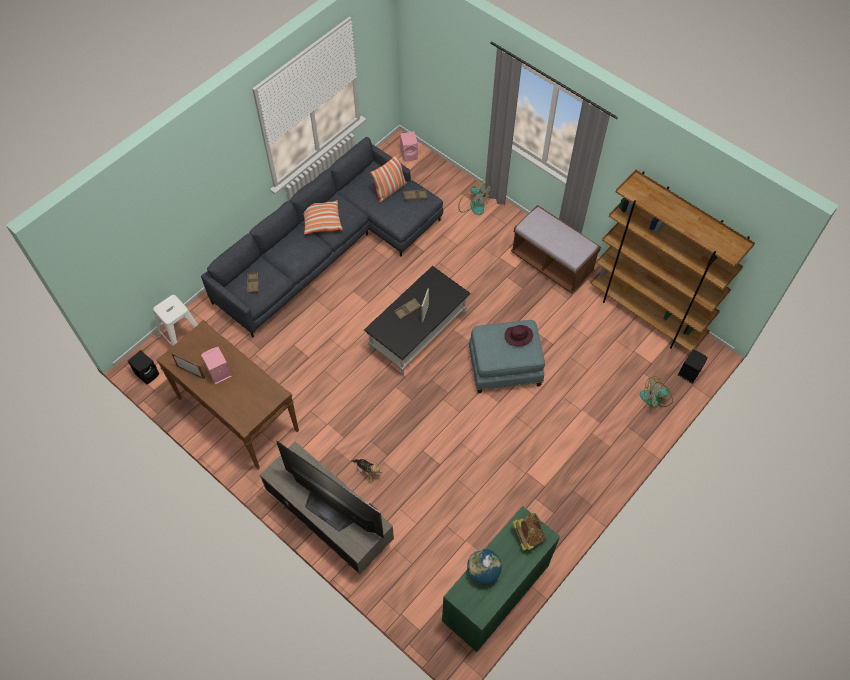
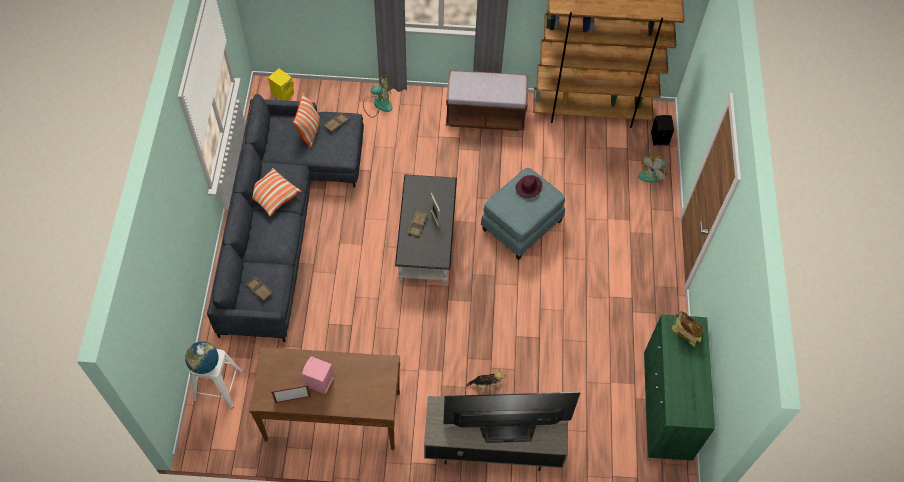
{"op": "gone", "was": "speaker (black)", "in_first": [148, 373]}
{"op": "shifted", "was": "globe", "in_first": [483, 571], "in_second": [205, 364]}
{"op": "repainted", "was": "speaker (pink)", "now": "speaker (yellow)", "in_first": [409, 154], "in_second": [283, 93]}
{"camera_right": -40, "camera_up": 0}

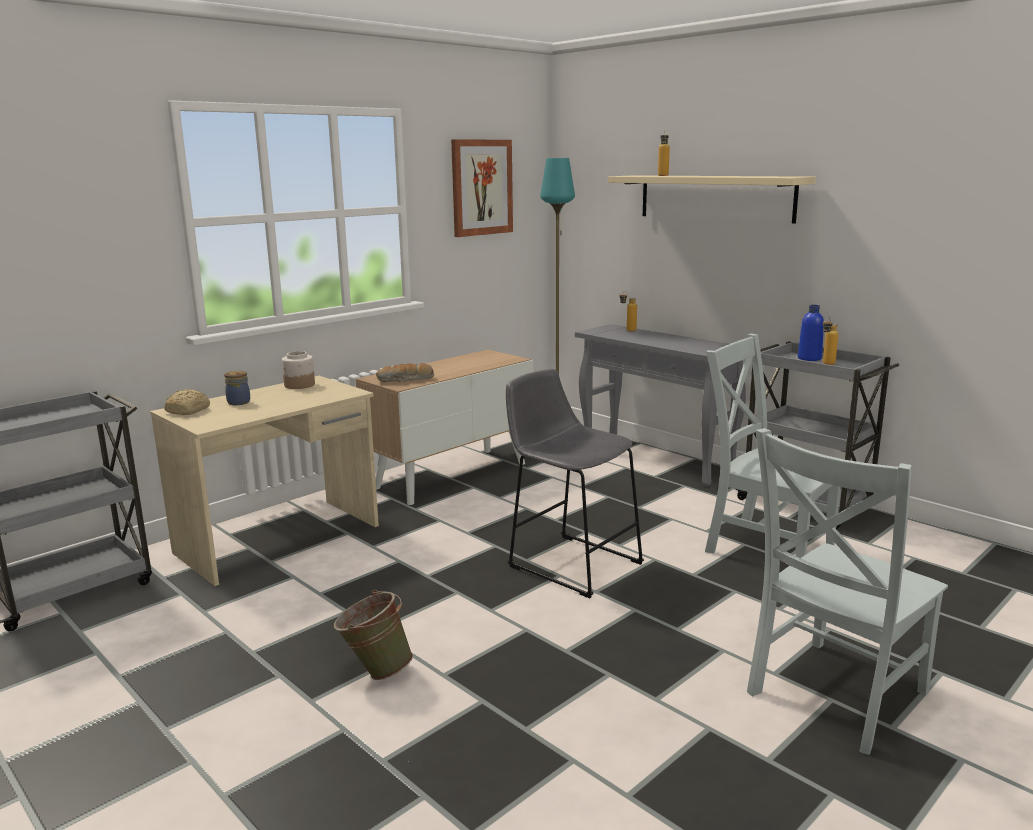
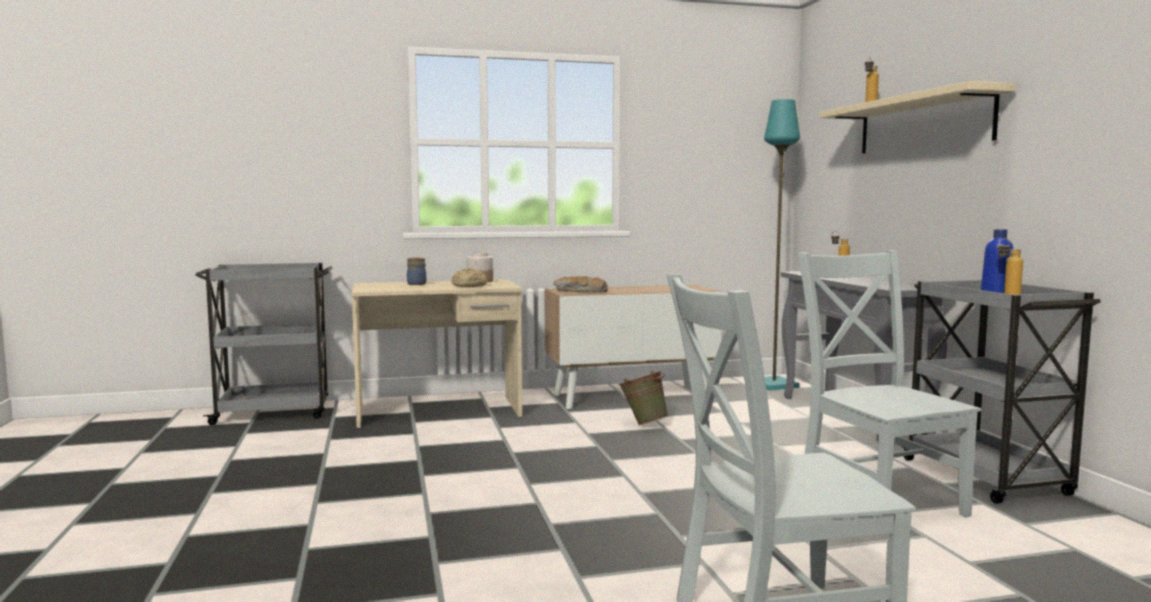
{"op": "gone", "was": "picture", "in_first": [481, 187]}
{"op": "gone", "was": "stool (grey)", "in_first": [570, 562]}
{"op": "shifted", "was": "bread", "in_first": [189, 410], "in_second": [470, 286]}
{"op": "shifted", "was": "bucket (green)", "in_first": [375, 670], "in_second": [643, 424]}
{"camera_right": 30, "camera_up": -10}

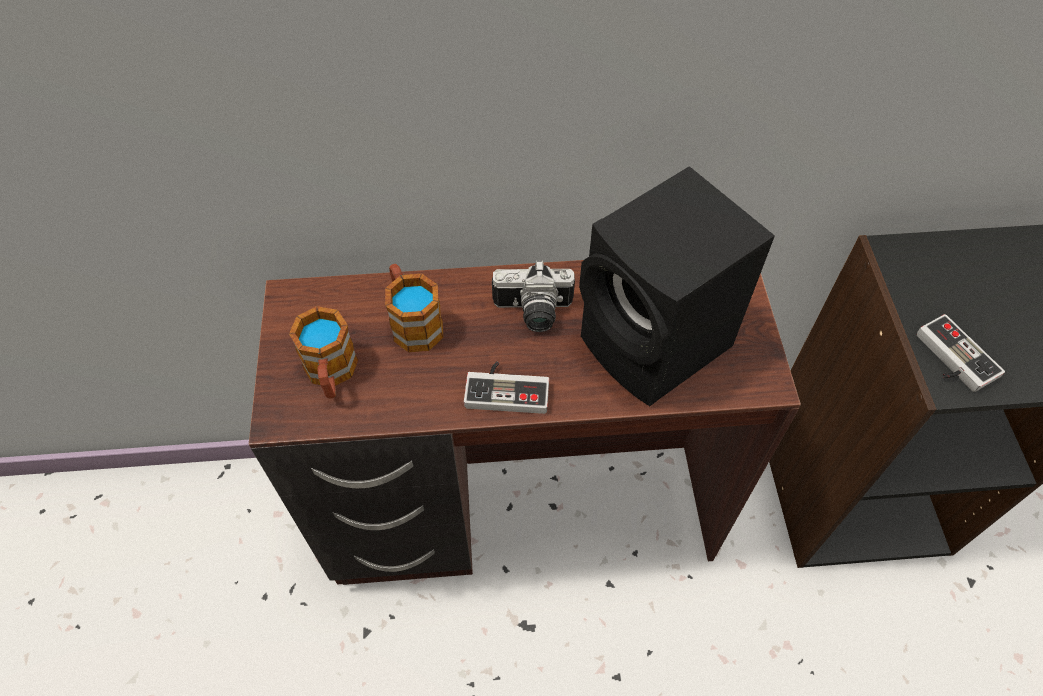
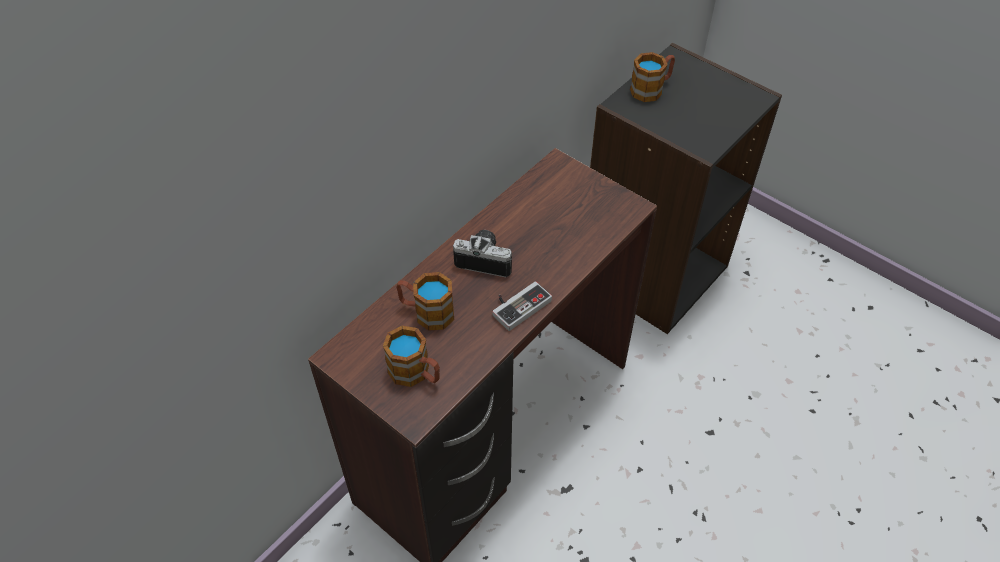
{"op": "gone", "was": "speaker (black)", "in_first": [657, 346]}
{"op": "gone", "was": "game controller", "in_first": [950, 359]}
{"op": "new", "now": "mug", "in_second": [651, 89]}
{"op": "rotated", "was": "photo camera", "in_first": [533, 313], "in_second": [485, 259], "clockwise": -120}
{"camera_right": -45, "camera_up": -5}

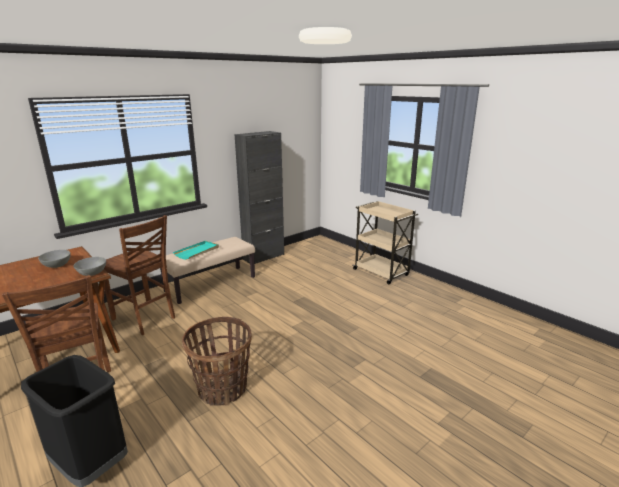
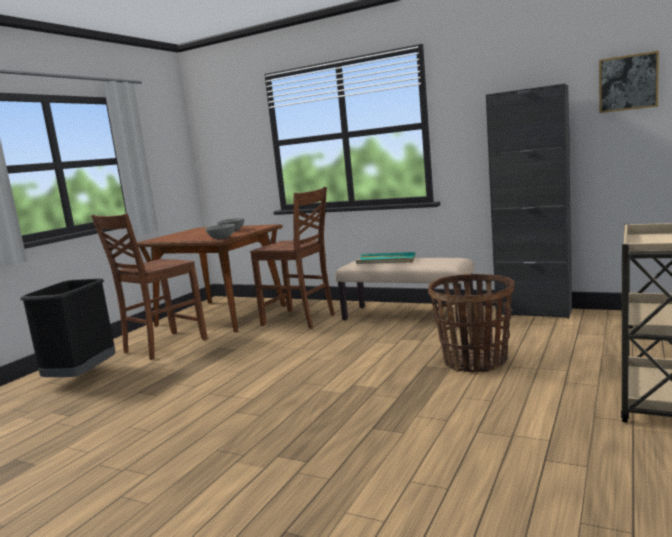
{"op": "new", "now": "picture", "in_second": [628, 83]}
{"op": "shifted", "was": "basket", "in_first": [222, 389], "in_second": [475, 361]}
{"op": "rotated", "was": "chair (brown)", "in_first": [145, 319], "in_second": [300, 320], "clockwise": -75}
{"camera_right": 70, "camera_up": -10}

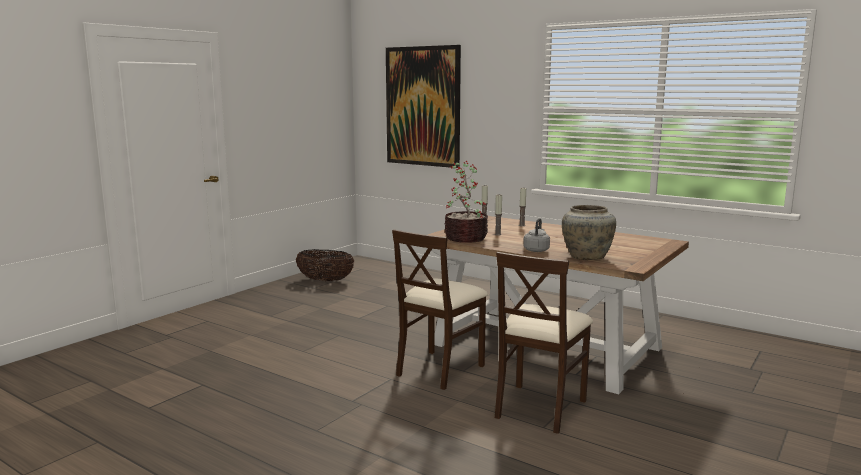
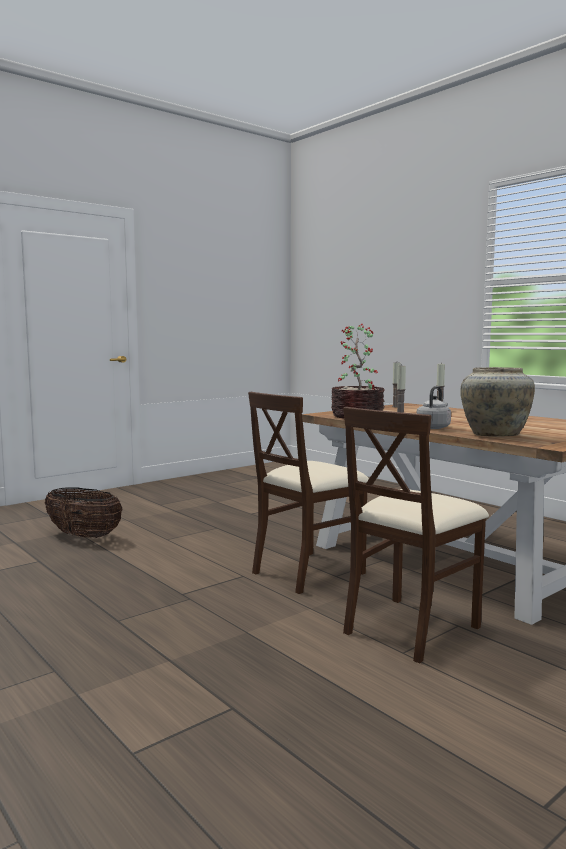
{"op": "gone", "was": "picture", "in_first": [422, 106]}
{"op": "shifted", "was": "basket", "in_first": [325, 280], "in_second": [84, 536]}
{"camera_right": 15, "camera_up": -5}

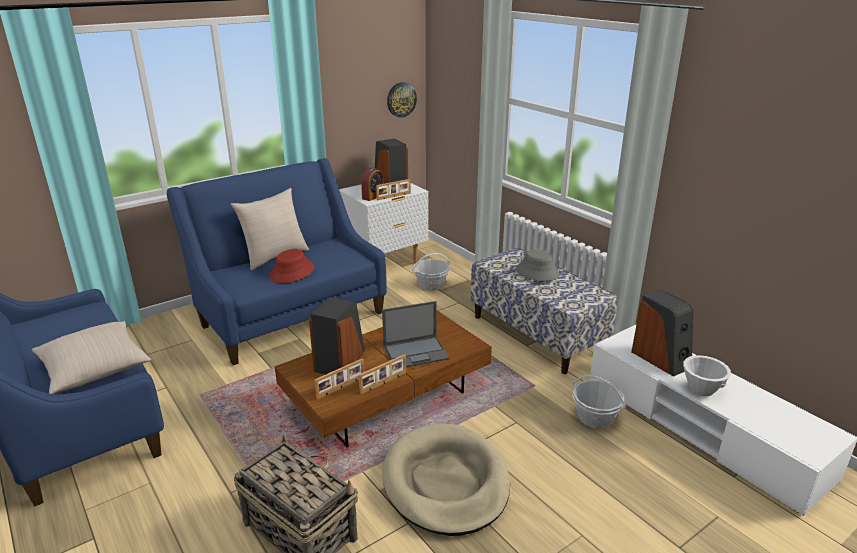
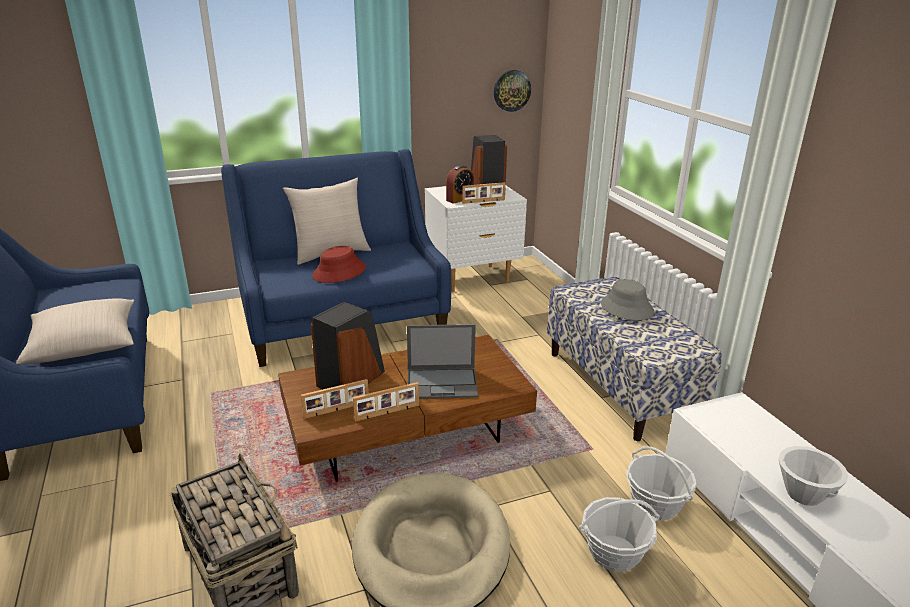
{"op": "gone", "was": "speaker", "in_first": [661, 359]}
{"op": "shifted", "was": "basket", "in_first": [431, 285], "in_second": [614, 553]}
{"camera_right": 15, "camera_up": 0}

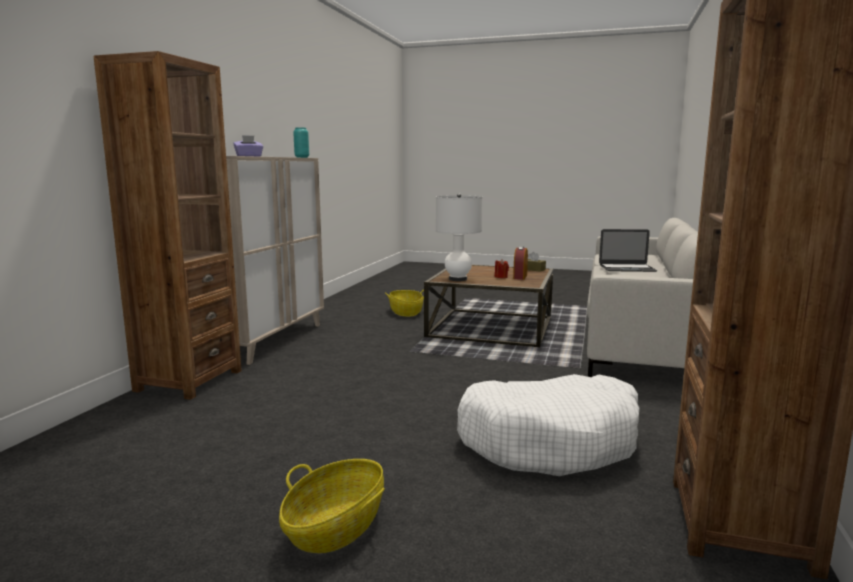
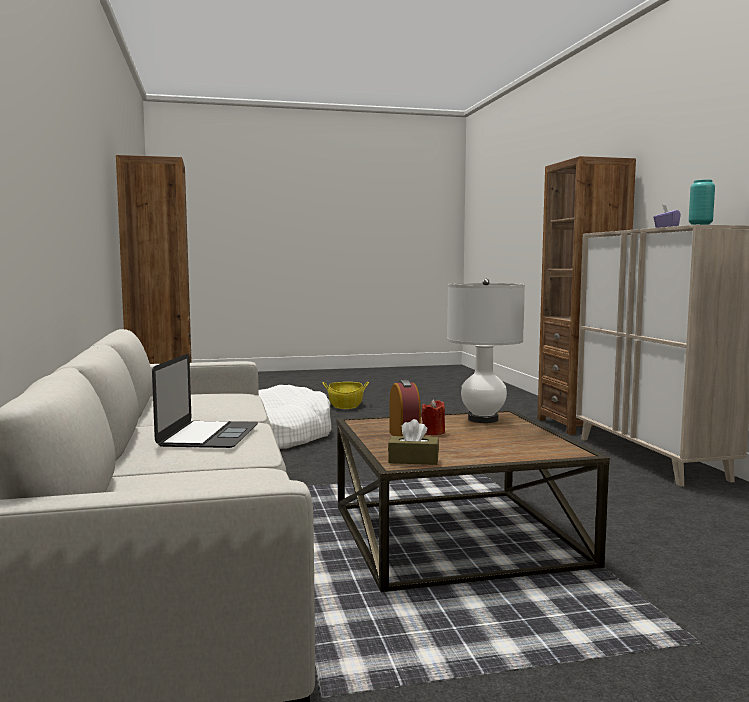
{"op": "gone", "was": "basket", "in_first": [406, 312]}
{"op": "rotated", "was": "laptop", "in_first": [627, 268], "in_second": [209, 435], "clockwise": 120}
{"camera_right": 150, "camera_up": -5}

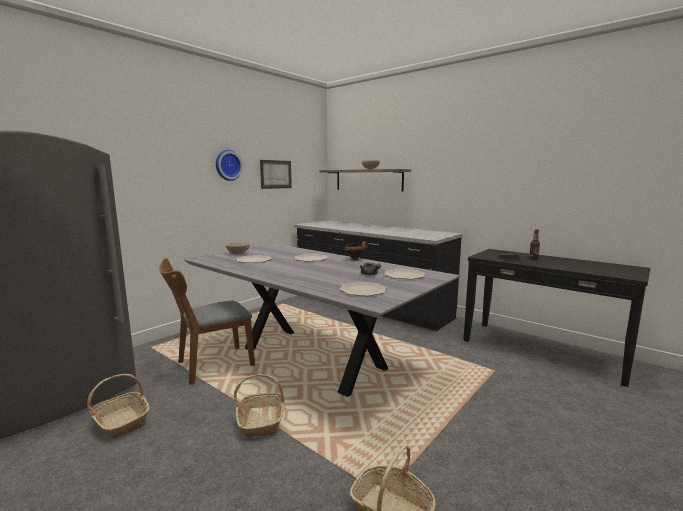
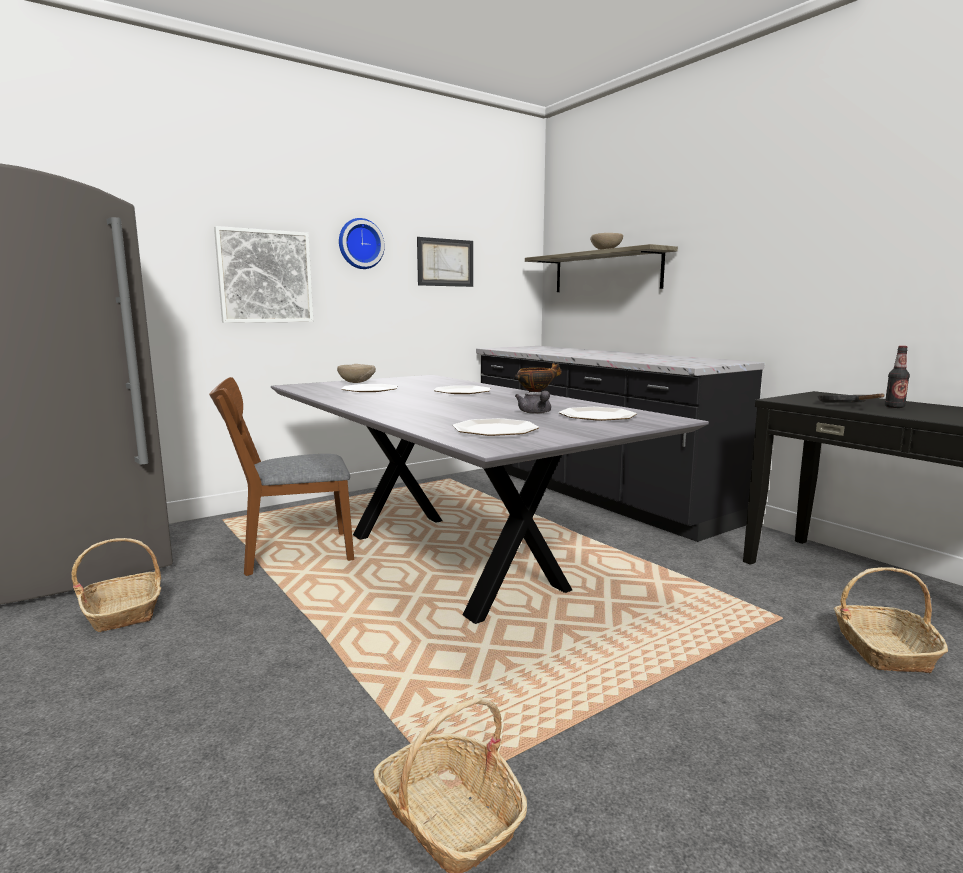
{"op": "new", "now": "picture", "in_second": [265, 276]}
{"op": "shifted", "was": "basket", "in_first": [261, 421], "in_second": [882, 649]}
{"camera_right": 15, "camera_up": 0}

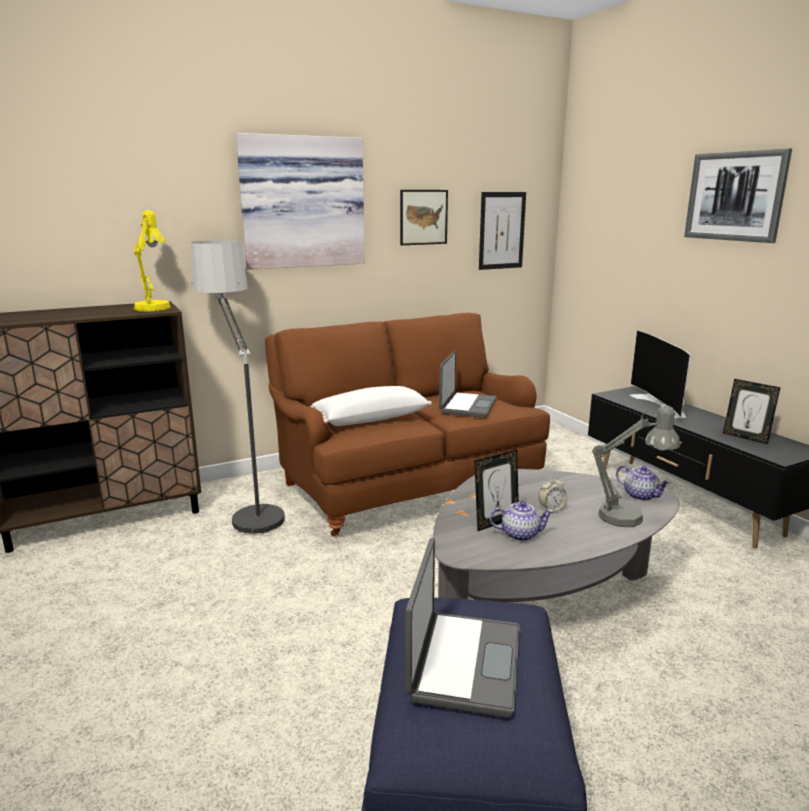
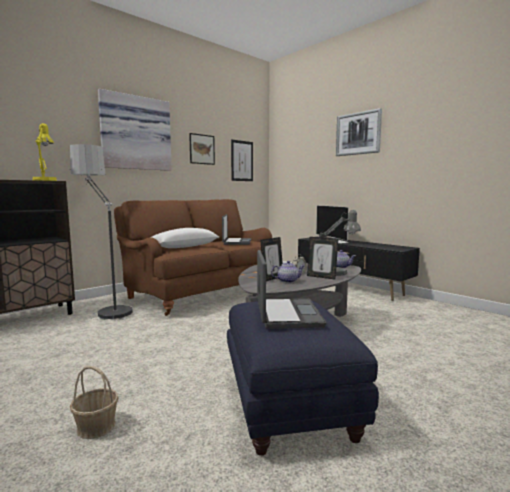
{"op": "new", "now": "basket", "in_second": [96, 426]}
{"op": "shifted", "was": "picture frame", "in_first": [745, 437], "in_second": [321, 277]}
{"camera_right": -15, "camera_up": -10}

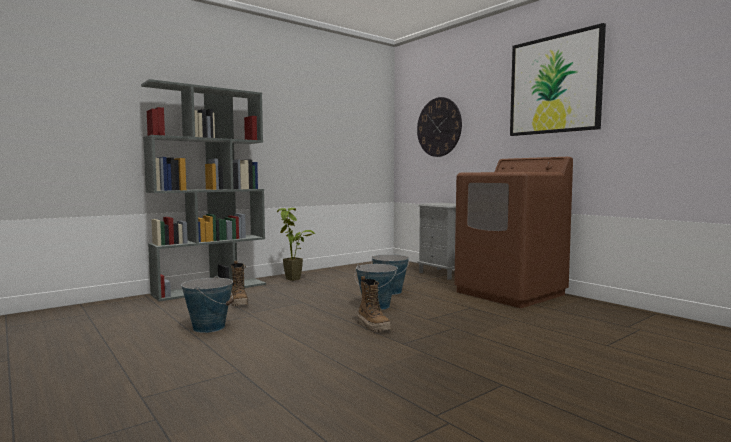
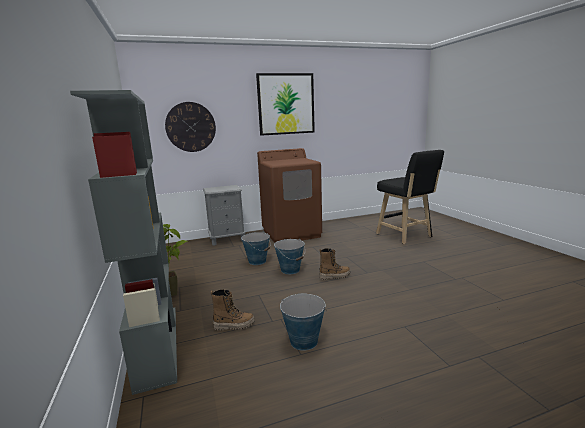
{"op": "new", "now": "stool (black)", "in_second": [405, 236]}
{"camera_right": -70, "camera_up": 10}

